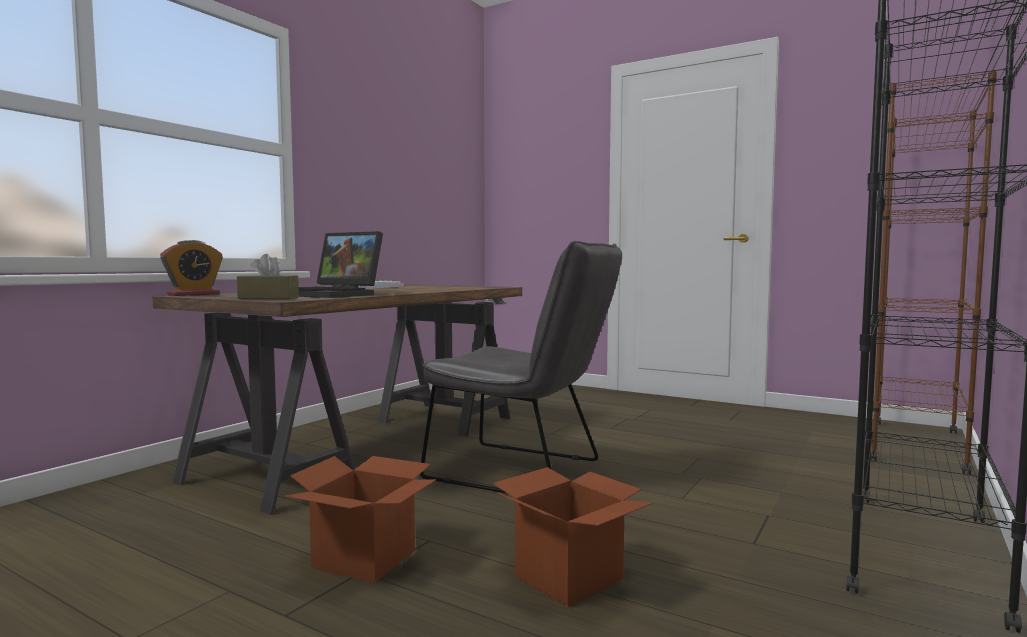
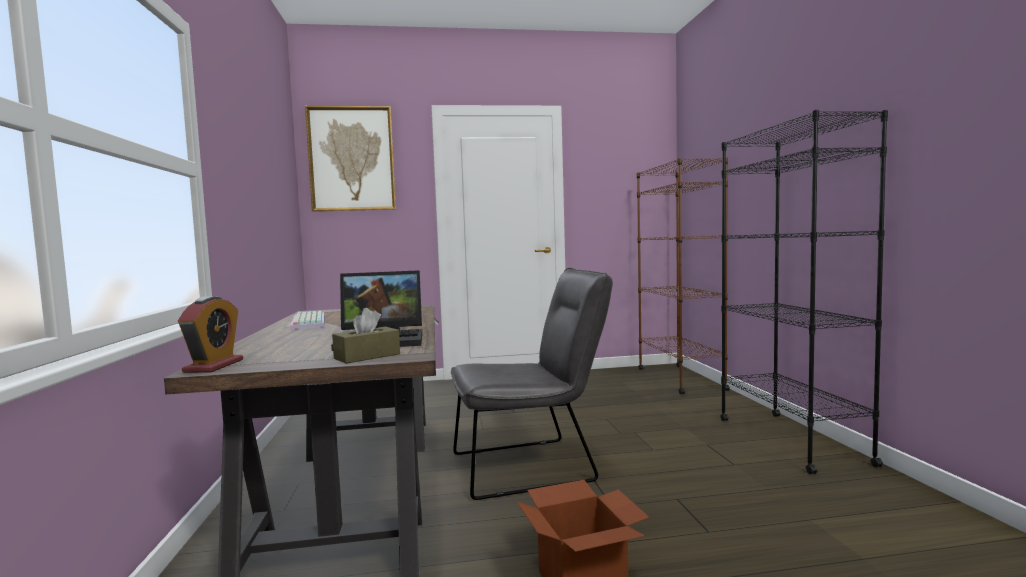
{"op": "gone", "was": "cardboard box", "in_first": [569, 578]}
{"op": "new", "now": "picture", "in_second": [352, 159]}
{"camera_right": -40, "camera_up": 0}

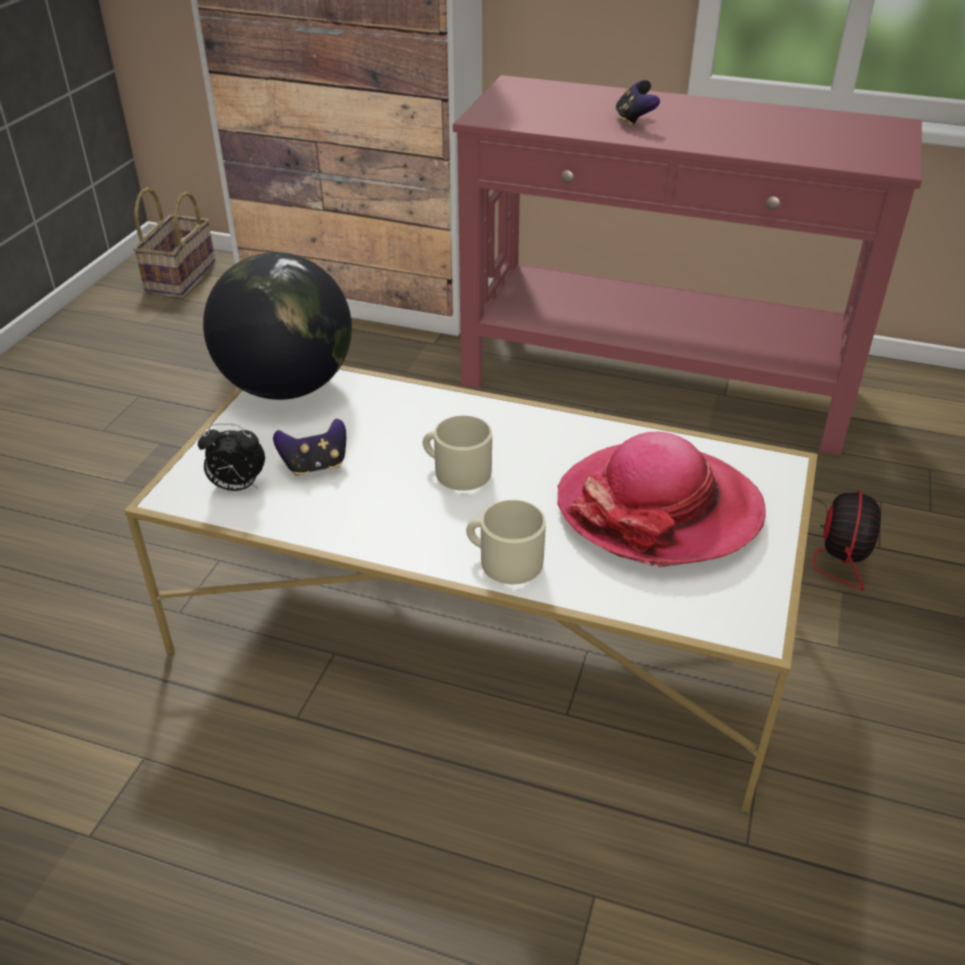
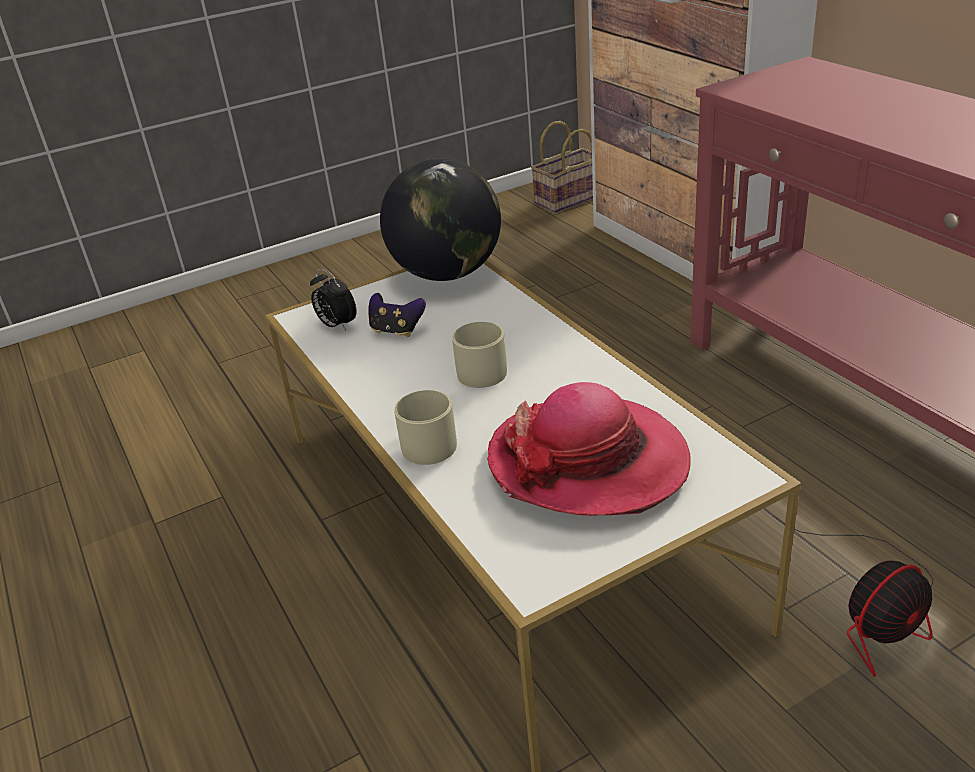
{"op": "gone", "was": "game controller", "in_first": [634, 120]}
{"camera_right": 45, "camera_up": -5}

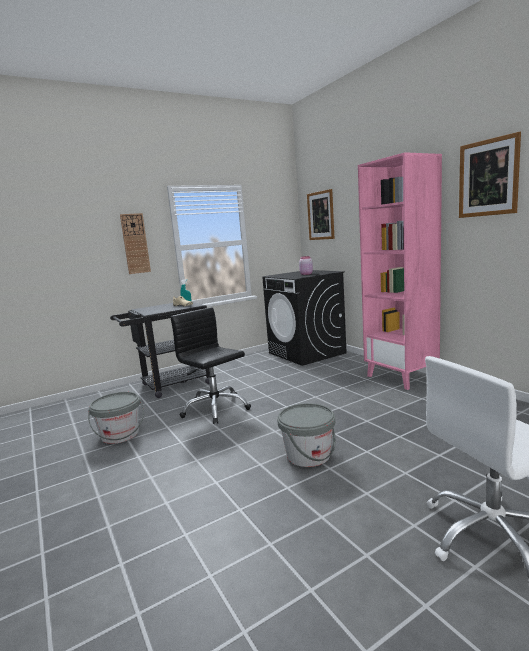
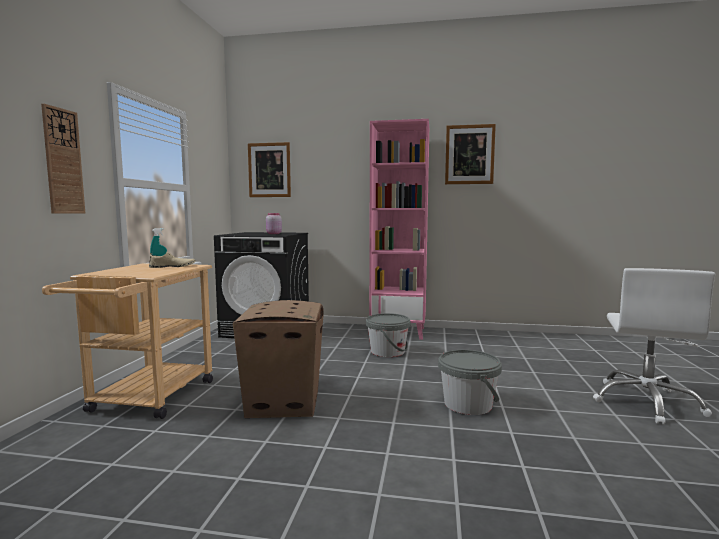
{"op": "shifted", "was": "bucket (grey)", "in_first": [120, 435], "in_second": [387, 351]}
{"op": "swapped", "was": "office chair (black)", "now": "cardboard box", "in_first": [215, 408], "in_second": [284, 402]}
{"op": "repainted", "was": "cart (black)", "now": "cart (beige)", "in_first": [170, 385], "in_second": [147, 400]}
{"camera_right": -50, "camera_up": -5}

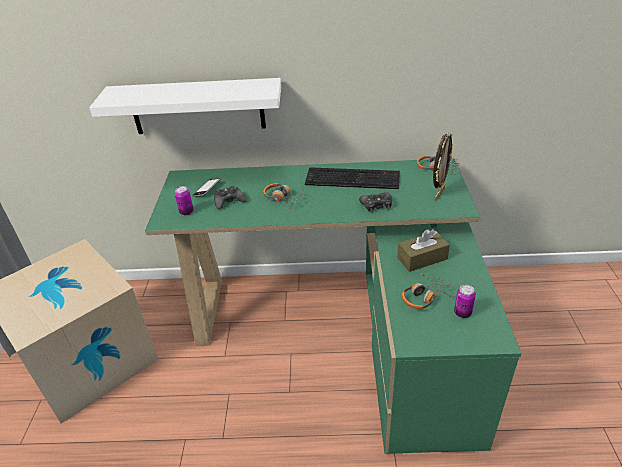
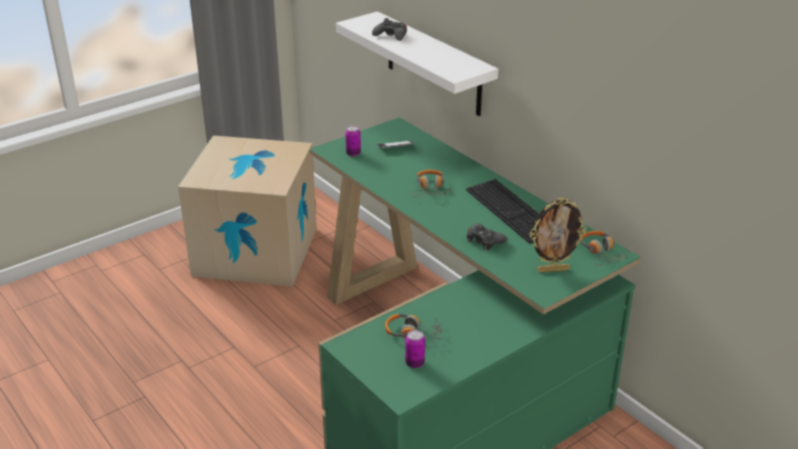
{"op": "gone", "was": "tissue box (brown)", "in_first": [422, 258]}
{"op": "shifted", "was": "game controller (black)", "in_first": [229, 201], "in_second": [391, 35]}
{"camera_right": 50, "camera_up": -5}

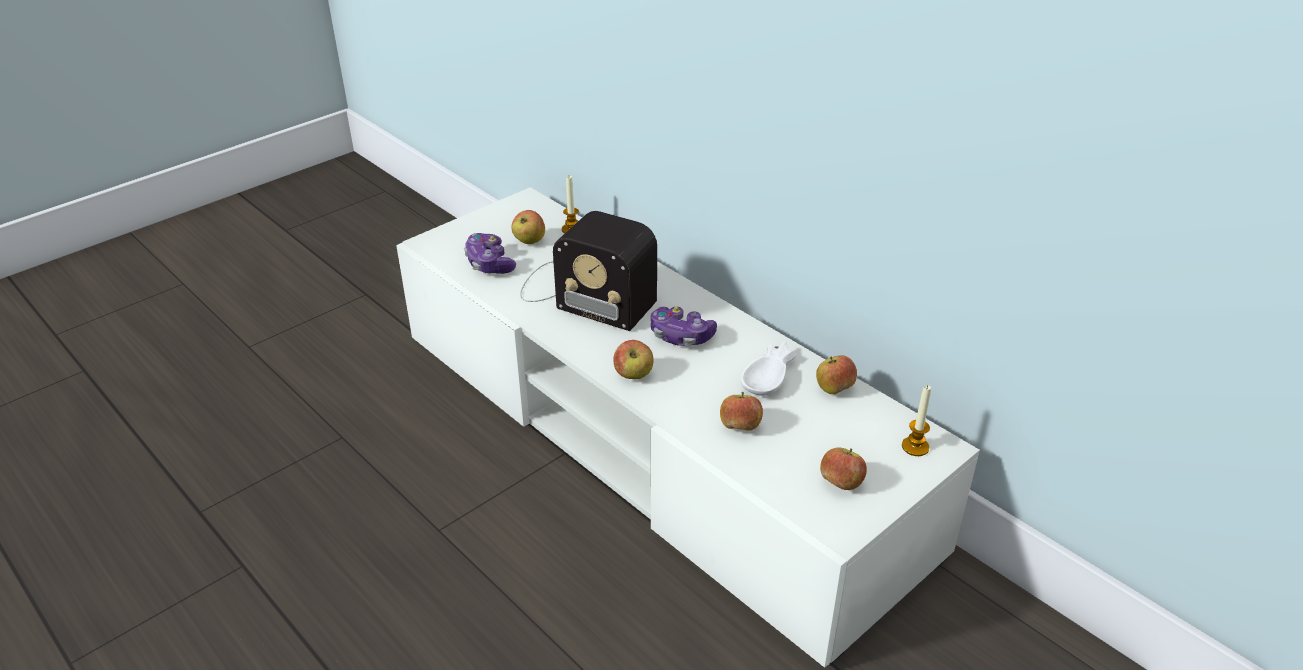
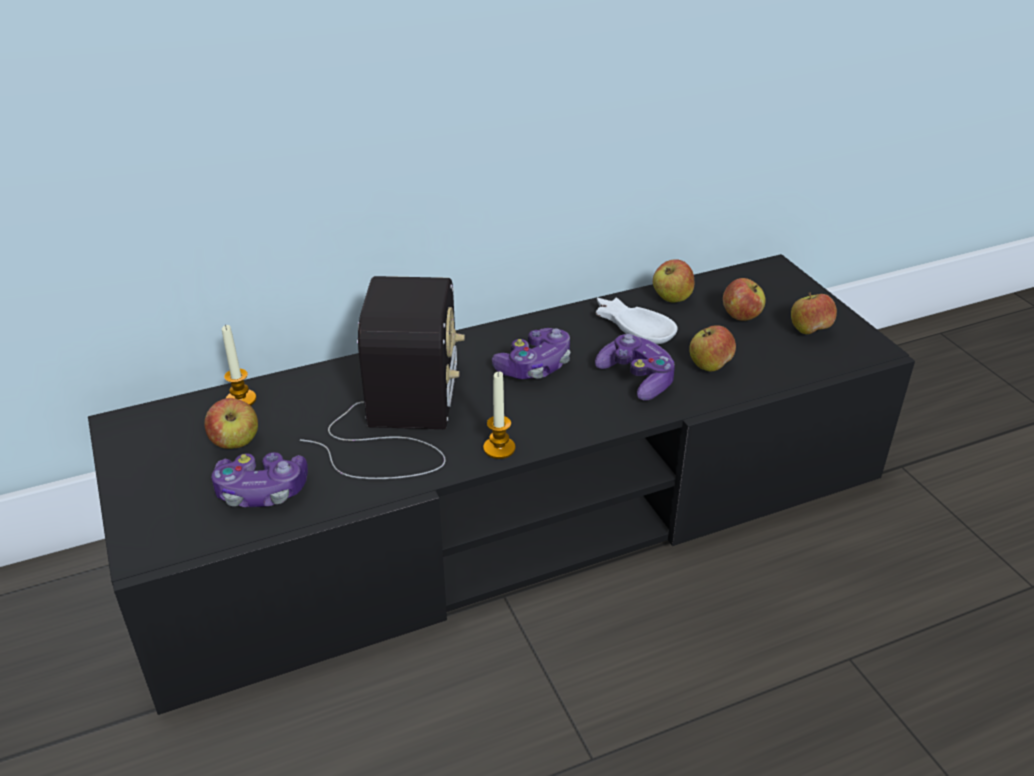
{"op": "new", "now": "game controller", "in_second": [637, 378]}
{"op": "shifted", "was": "apple", "in_first": [633, 375], "in_second": [741, 317]}
{"op": "shifted", "was": "candle", "in_first": [915, 447], "in_second": [499, 448]}
{"op": "repainted", "was": "tv stand (white)", "now": "tv stand (black)", "in_first": [651, 438], "in_second": [517, 514]}
{"op": "rotated", "was": "radio", "in_first": [583, 293], "in_second": [398, 420], "clockwise": -45}
{"camera_right": -70, "camera_up": 0}

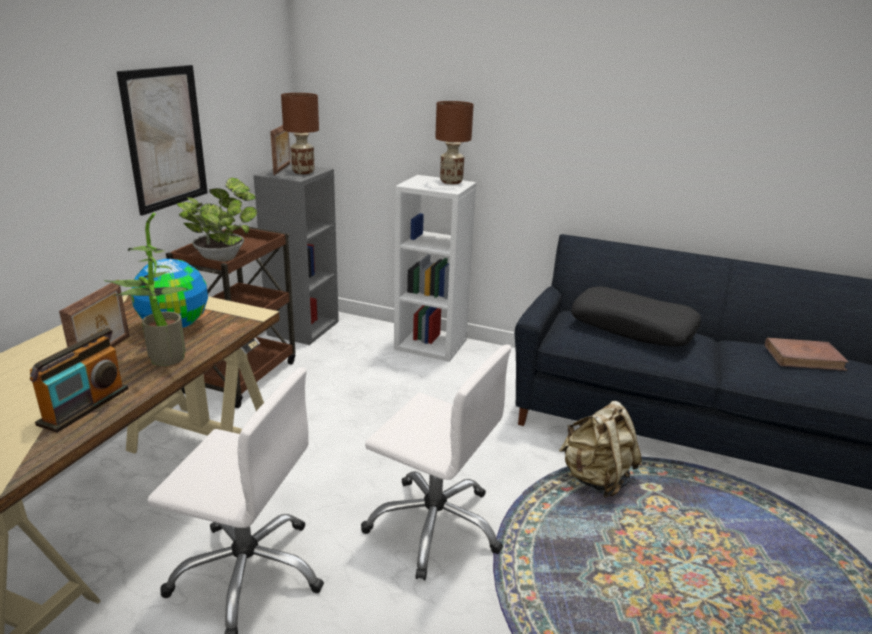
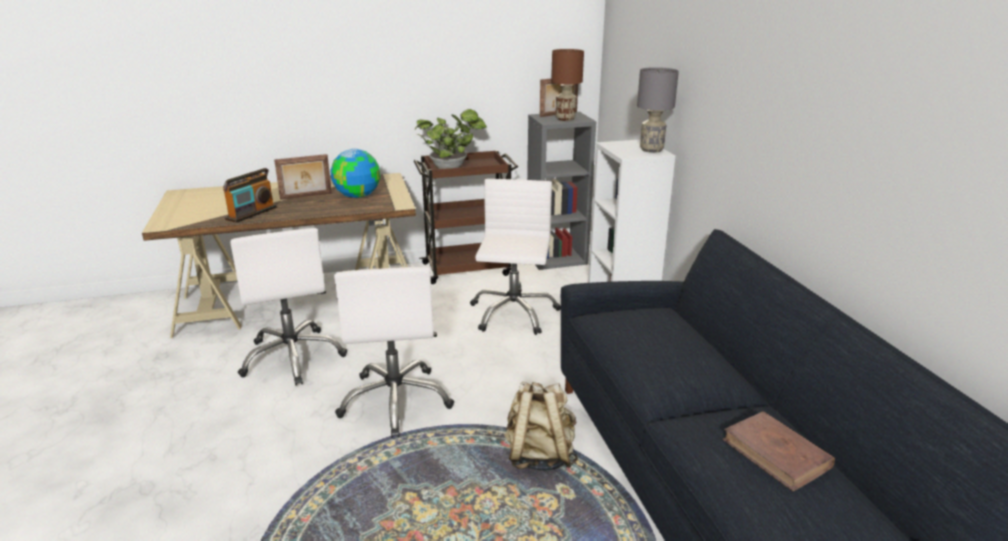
{"op": "gone", "was": "potted plant", "in_first": [162, 359]}
{"op": "gone", "was": "picture", "in_first": [165, 138]}
{"op": "gone", "was": "pillow (black)", "in_first": [633, 327]}
{"op": "new", "now": "office chair (white)", "in_second": [513, 313]}
{"op": "repainted", "was": "table lamp (brown)", "now": "table lamp (grey)", "in_first": [451, 182], "in_second": [652, 150]}
{"op": "rotated", "was": "radio", "in_first": [84, 406], "in_second": [251, 213], "clockwise": -45}
{"camera_right": 55, "camera_up": 0}

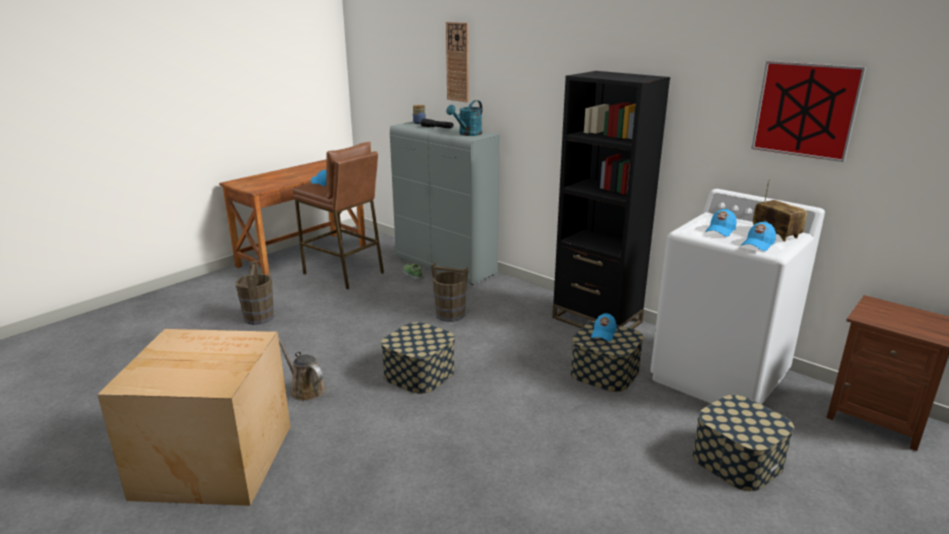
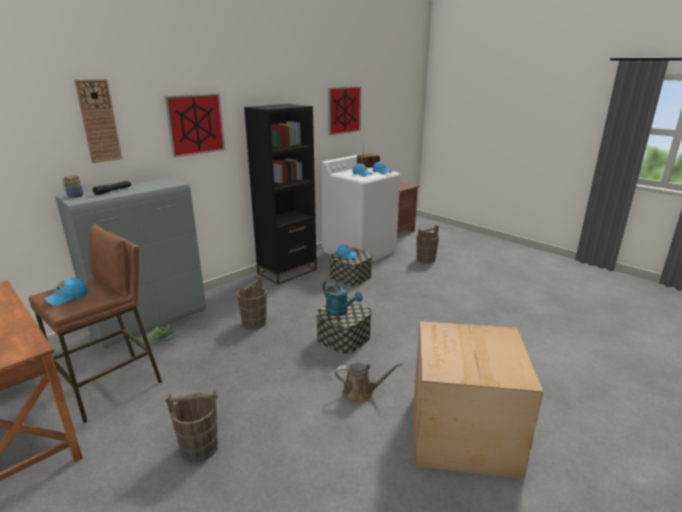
{"op": "new", "now": "picture", "in_second": [195, 124]}
{"op": "shifted", "was": "watering can (turquoise)", "in_first": [467, 134], "in_second": [340, 312]}
{"op": "swapped", "was": "storage box", "now": "bucket (brown)", "in_first": [737, 460], "in_second": [426, 260]}
{"op": "rotated", "was": "watering can (brown)", "in_first": [305, 389], "in_second": [361, 393], "clockwise": -135}
{"camera_right": -85, "camera_up": 0}

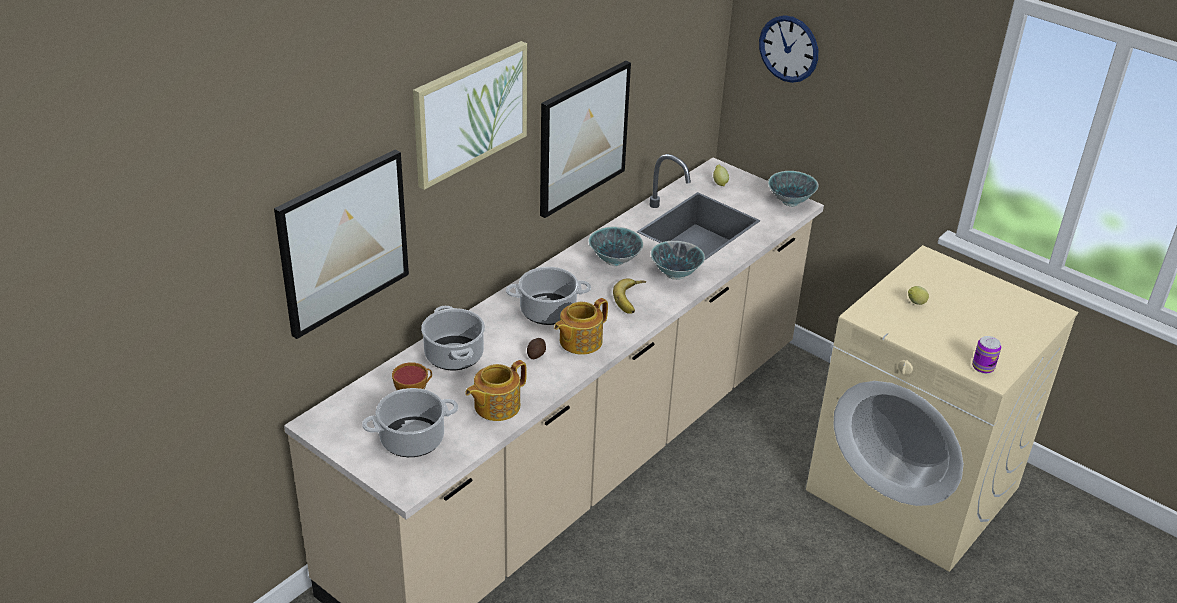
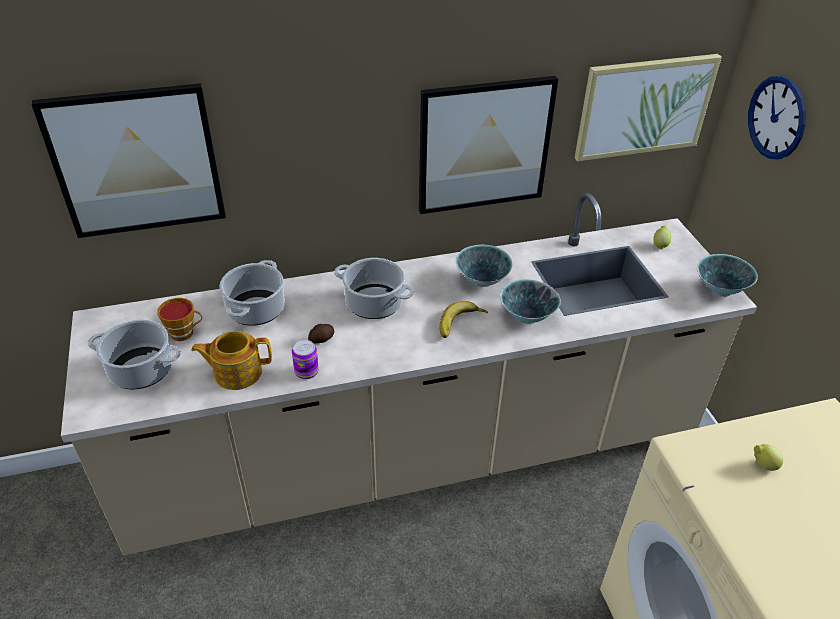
{"op": "gone", "was": "teapot", "in_first": [579, 341]}
{"op": "shifted", "was": "picture", "in_first": [470, 112], "in_second": [644, 106]}
{"op": "shifted", "was": "can", "in_first": [983, 367], "in_second": [306, 371]}
{"camera_right": 35, "camera_up": 5}

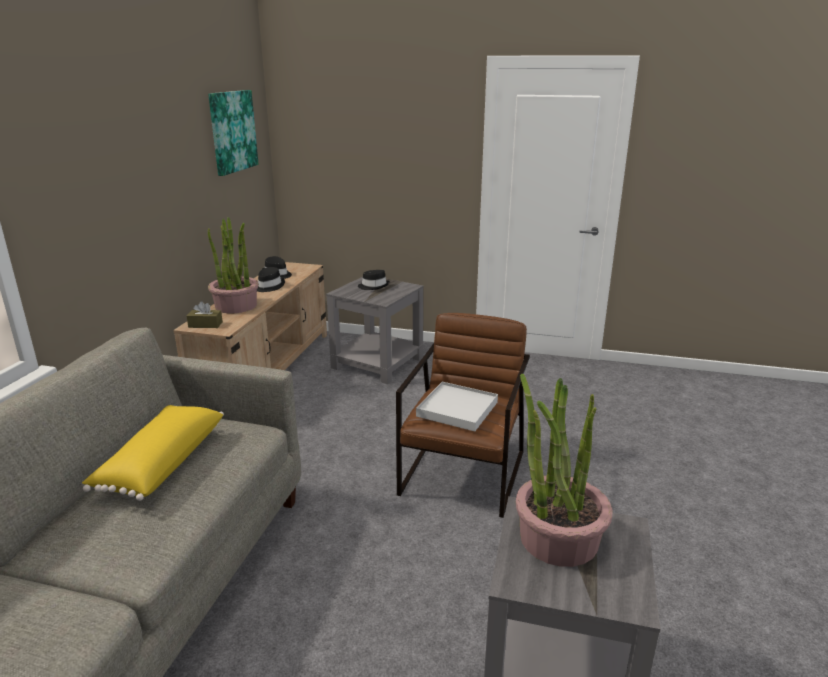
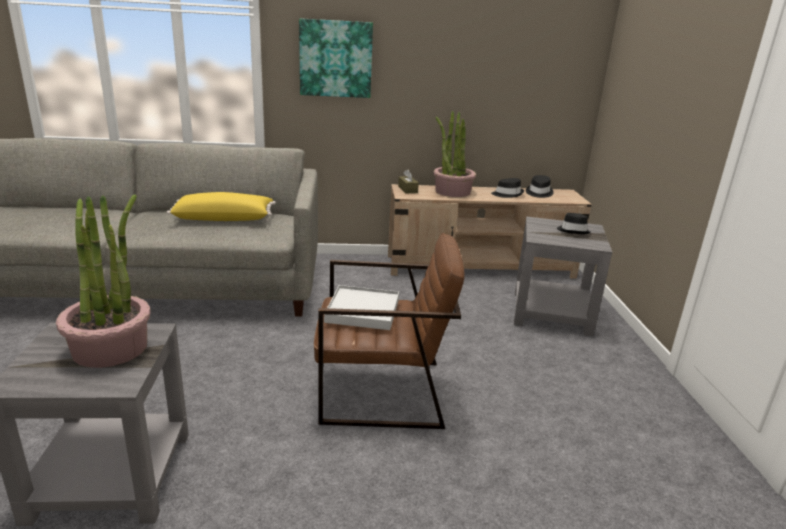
{"op": "shifted", "was": "picture", "in_first": [232, 131], "in_second": [335, 59]}
{"camera_right": 70, "camera_up": 0}

